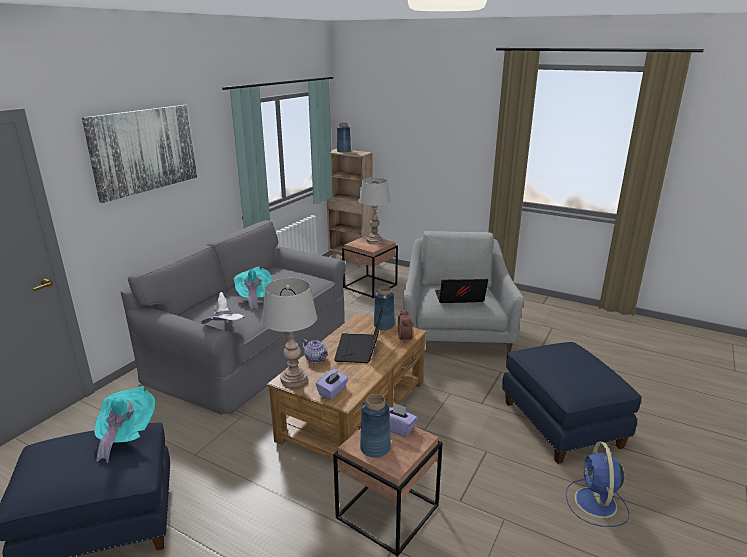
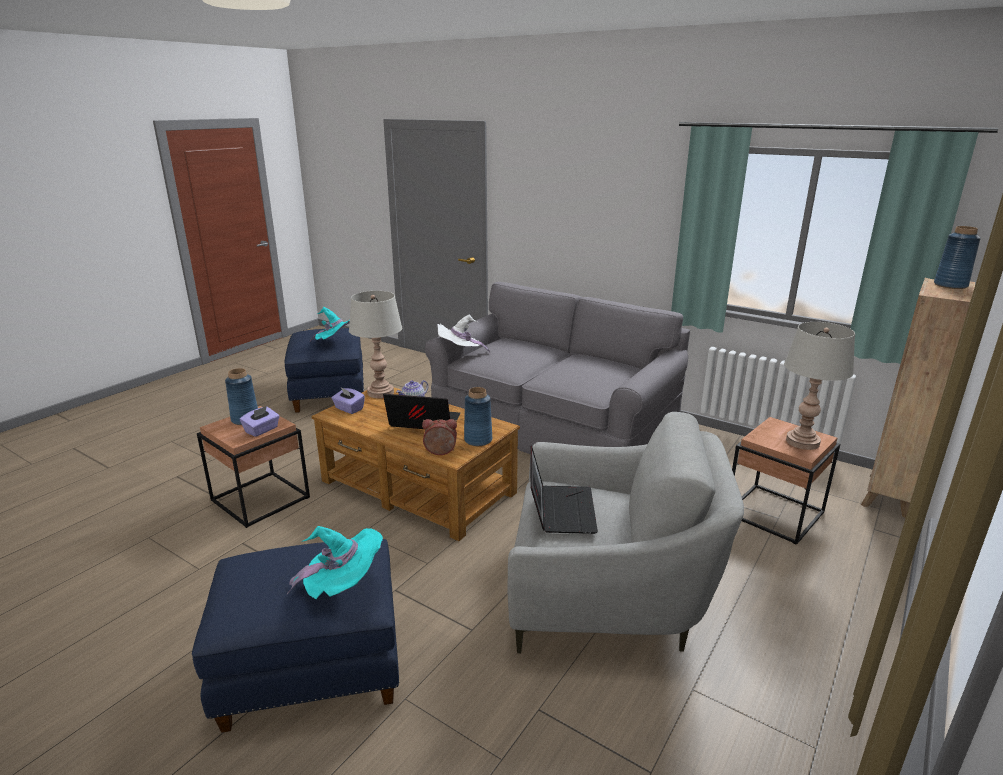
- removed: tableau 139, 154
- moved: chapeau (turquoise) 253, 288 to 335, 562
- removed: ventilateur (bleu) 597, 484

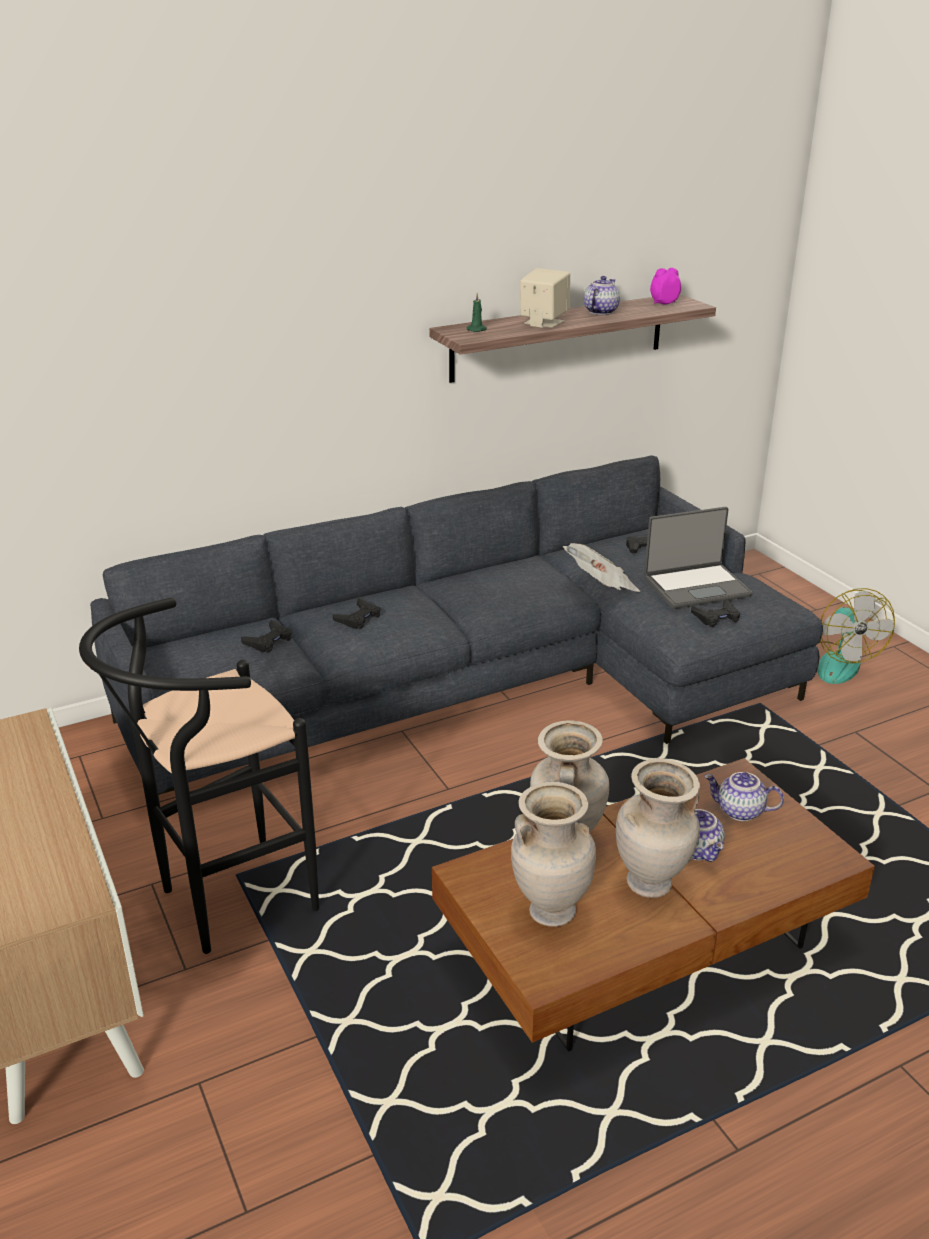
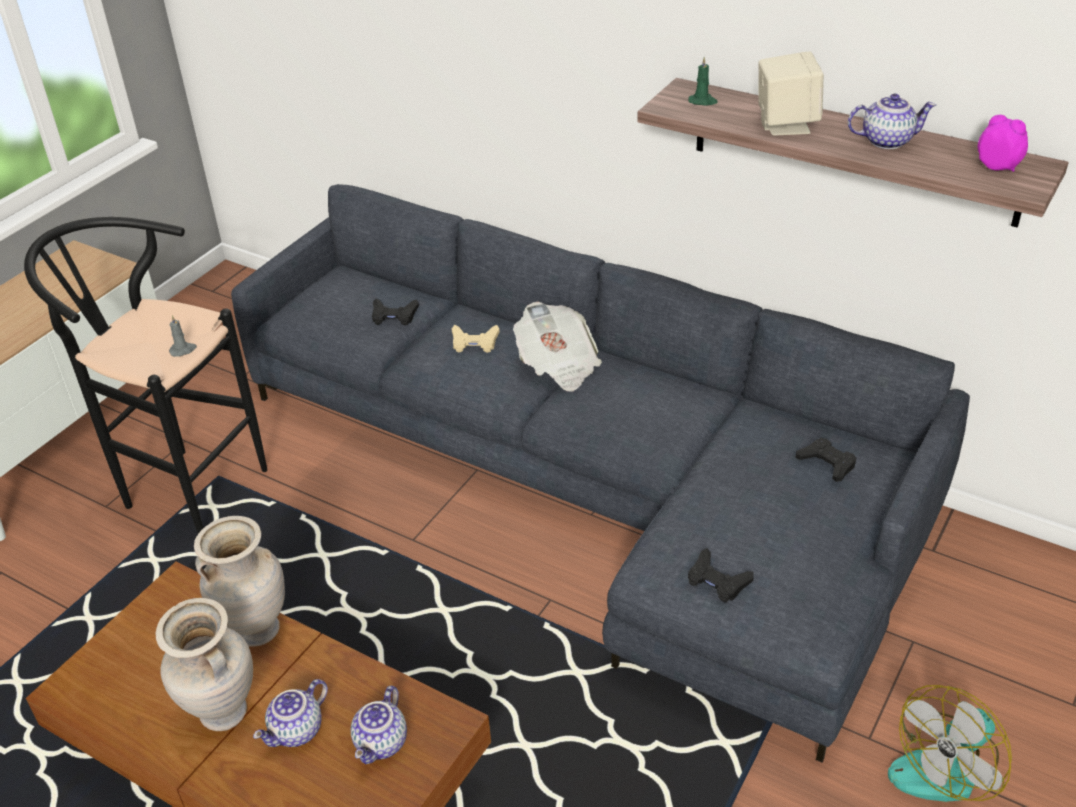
- removed: ordinateur portable 698, 558
- moved: journal 601, 567 to 557, 347
- recoloured: manette (noir) 357, 613 to manette (beige) 476, 339
- turned: théière 744, 796 = 379, 725 150 degrees counterclockwise
- removed: vase (beige) 553, 854
- added: bougie (gris) 183, 336

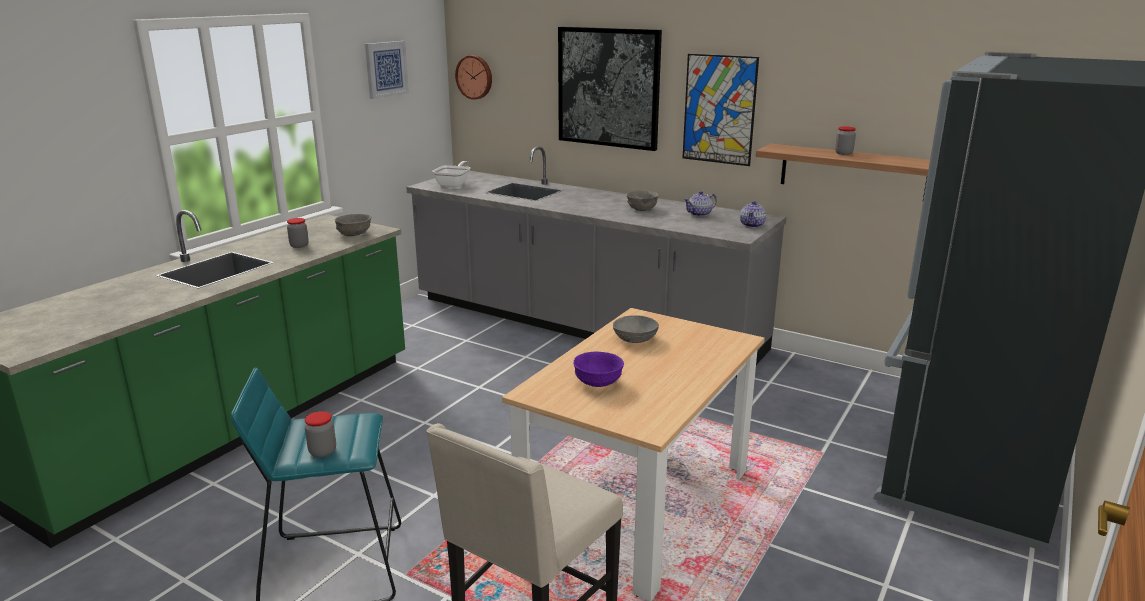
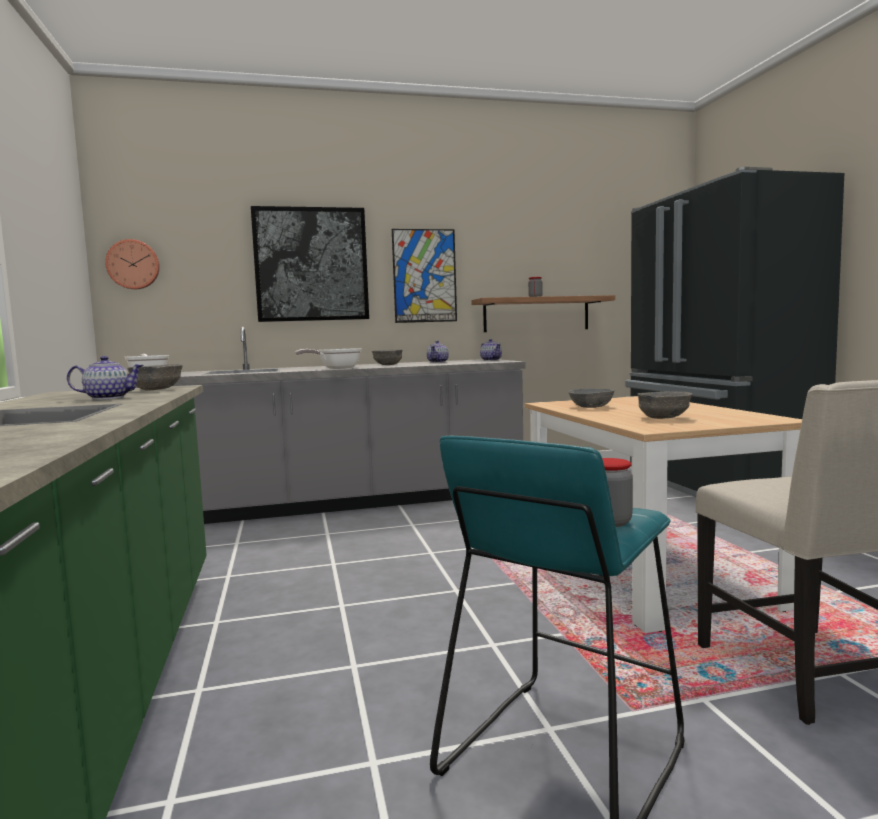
- removed: tableau 387, 70
- replaced: bocal 298, 233 to théière 105, 378
- recoloured: bol (violet) 598, 369 to bol (gris) 665, 405
- added: poêle 328, 359

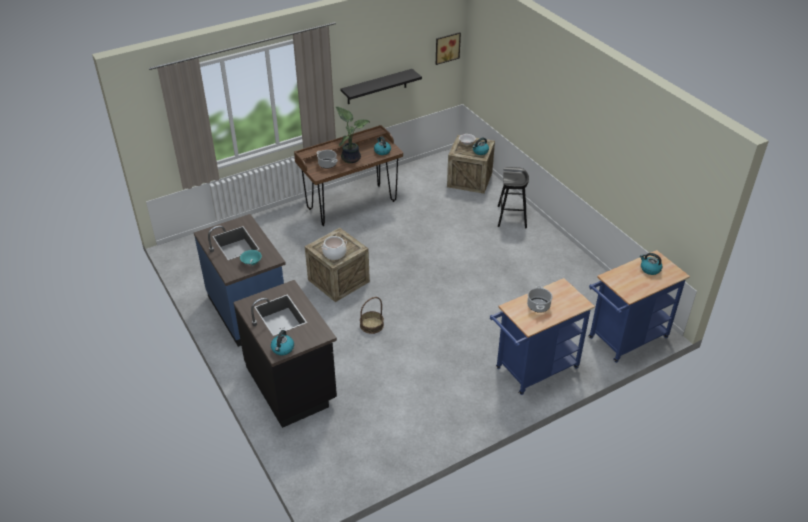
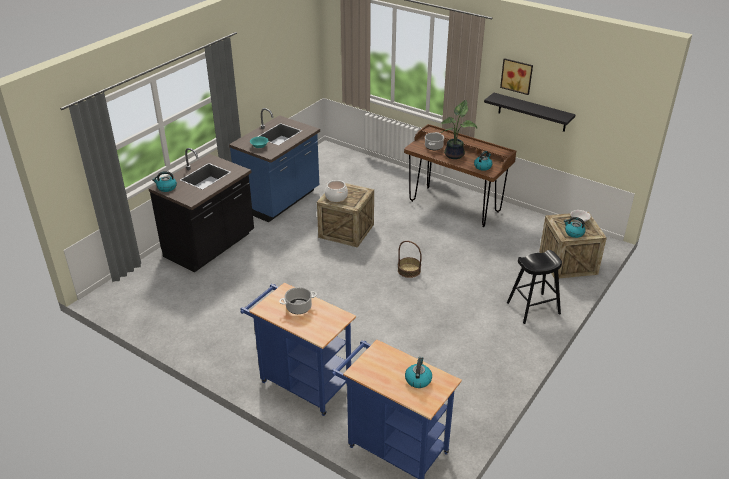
- moved: tableau 448, 48 to 516, 76
- moved: panier 372, 315 to 410, 259

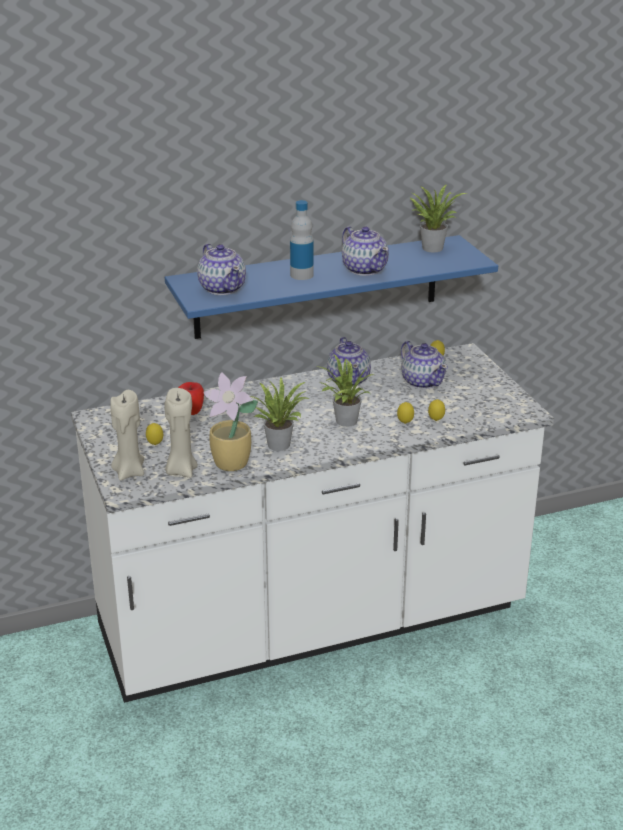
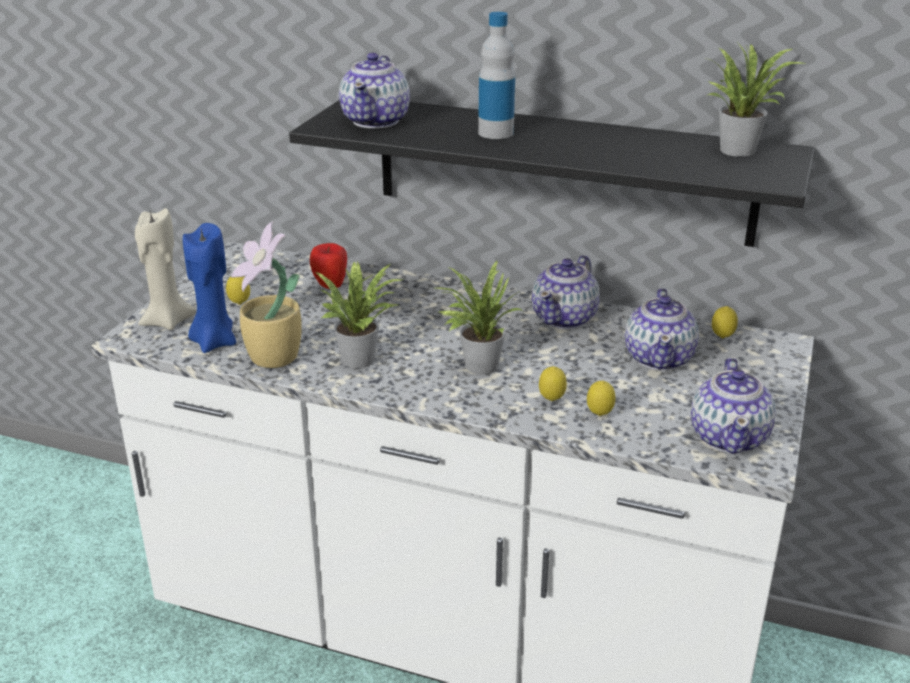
- moved: théière 365, 251 to 733, 406
- recoloured: étagère (bleu) 331, 287 to étagère (noir) 552, 173
- recoloured: bougie (beige) 181, 433 to bougie (bleu) 209, 288

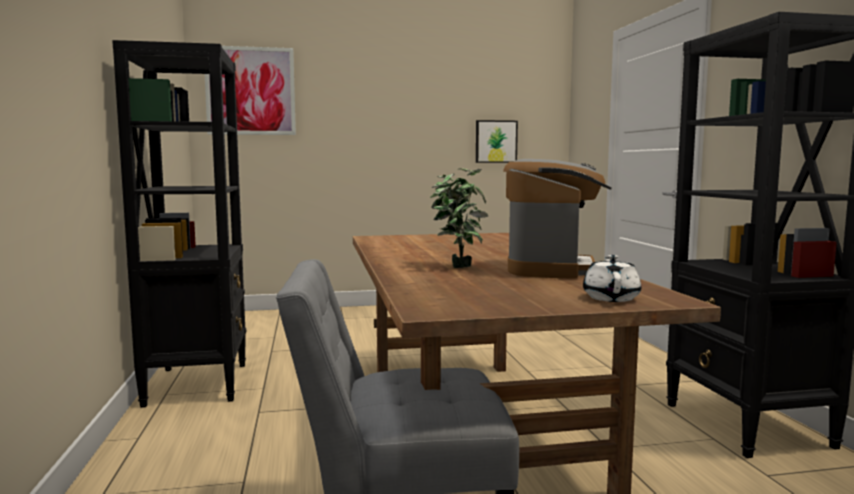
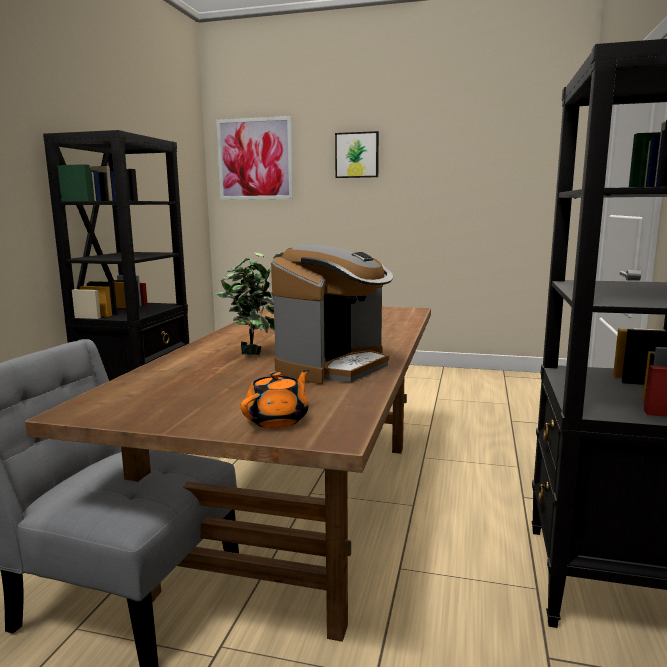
- moved: tableau 497, 141 to 357, 154
- recoloured: théière (blanc) 612, 278 to théière (orange) 275, 399

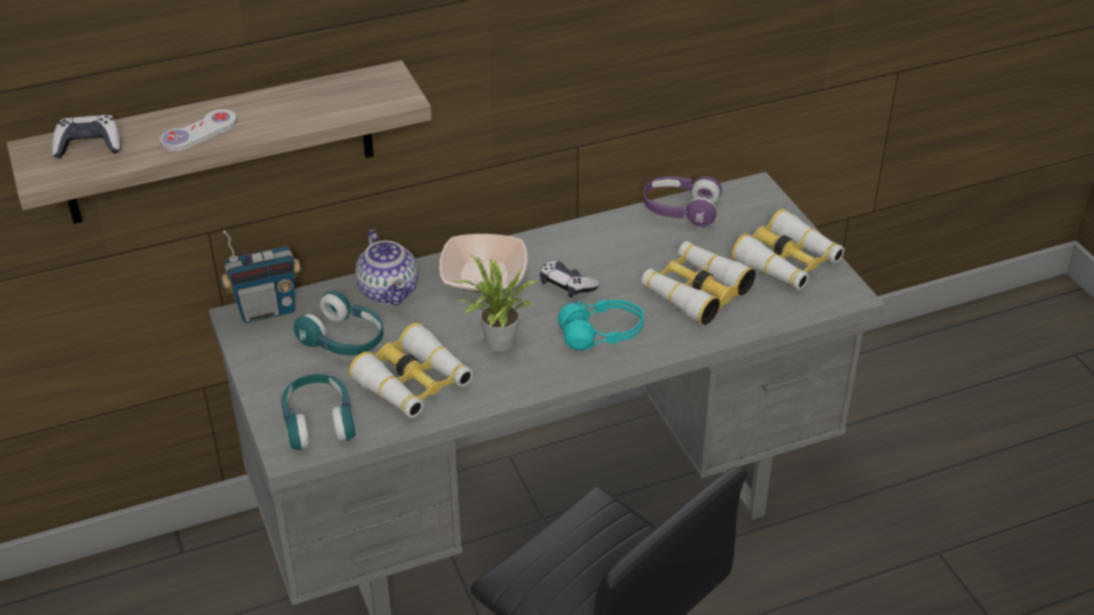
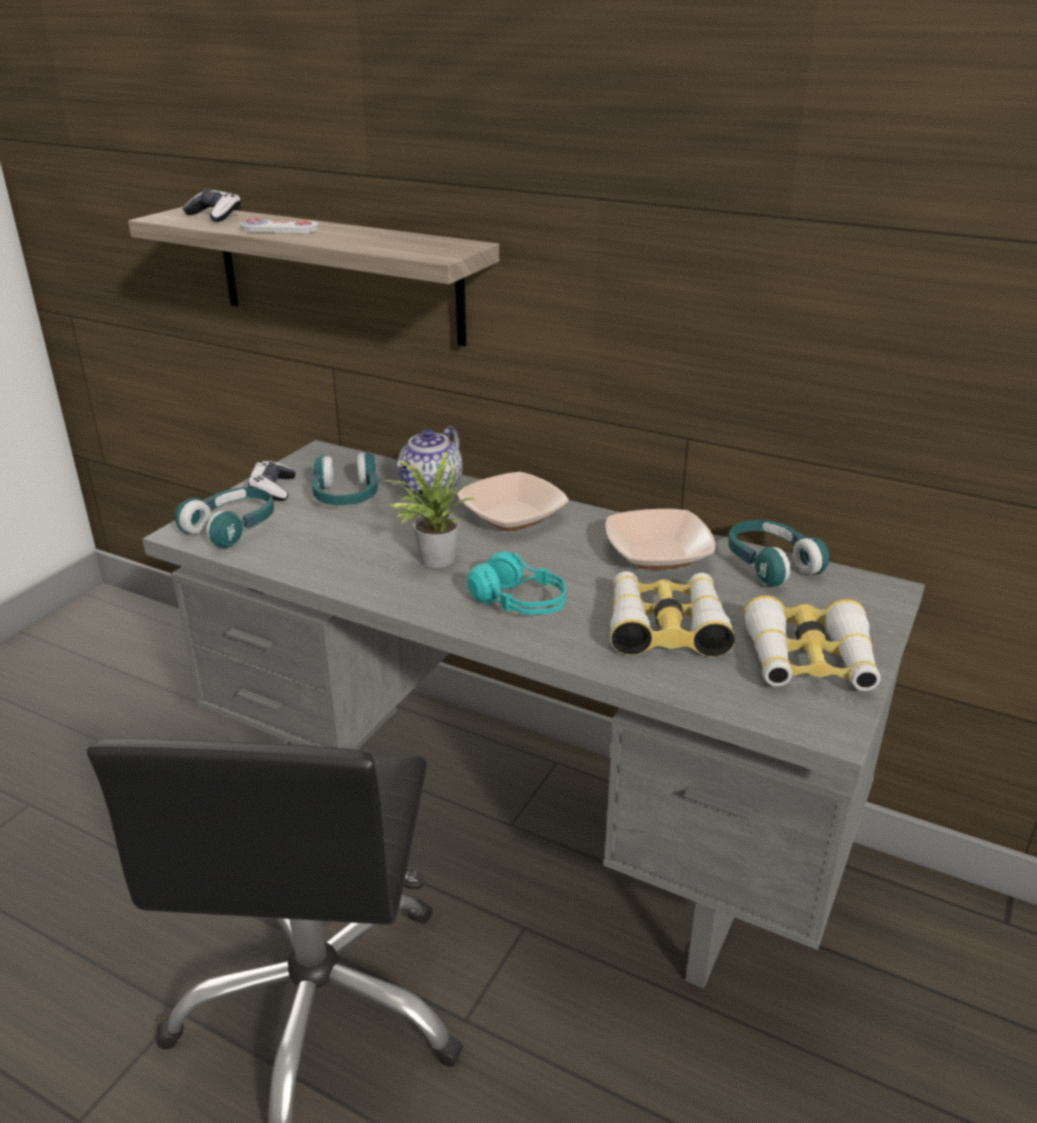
- recoloured: casque audio (violet) 682, 201 to casque audio (turquoise) 779, 553
- removed: radio 261, 276
- moved: manette 570, 279 to 272, 480
- removed: jumelles 411, 370
- added: bol 660, 539

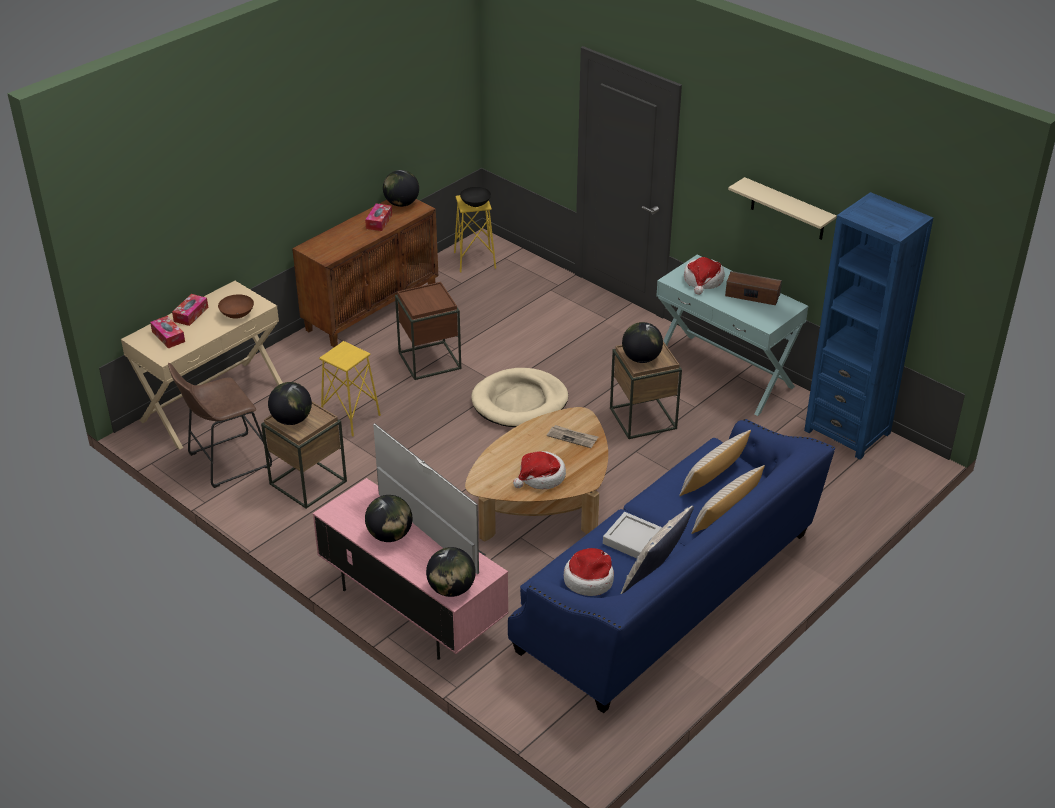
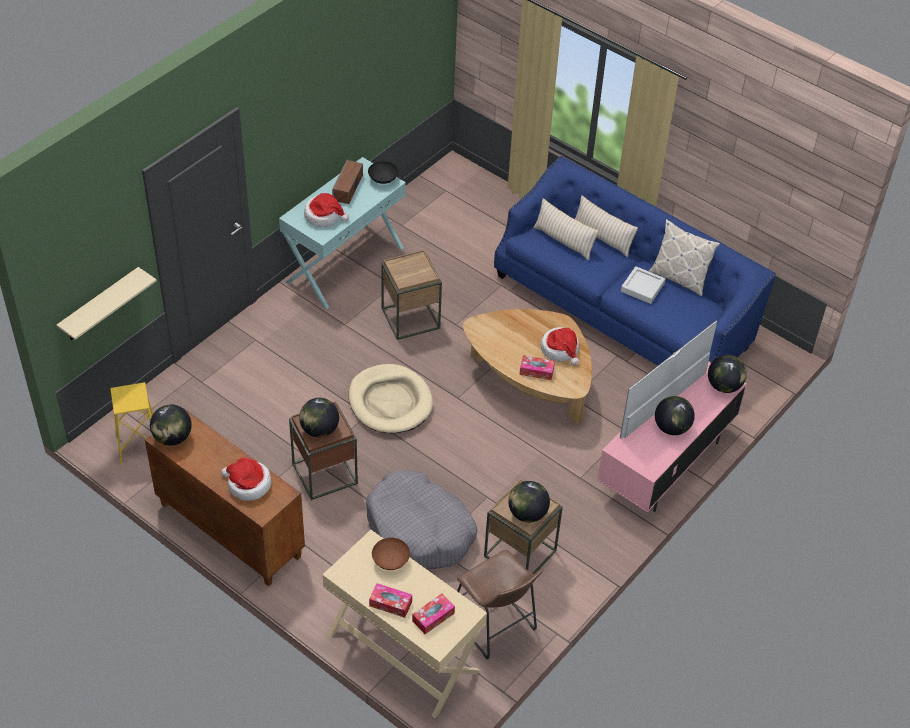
- moved: étagère (beige) 782, 208 to 107, 303
- moved: bol (noir) 475, 197 to 383, 172
- removed: bibliothèque (bleu) 868, 326
- moved: boîte à mouchoirs 378, 217 to 537, 367
- moved: globe 642, 342 to 319, 417
- replaced: tabouret (jaune) 350, 389 to panier pour chien (gris) 422, 519
- removed: journal 572, 436
- moved: chapeau 589, 572 to 246, 479

